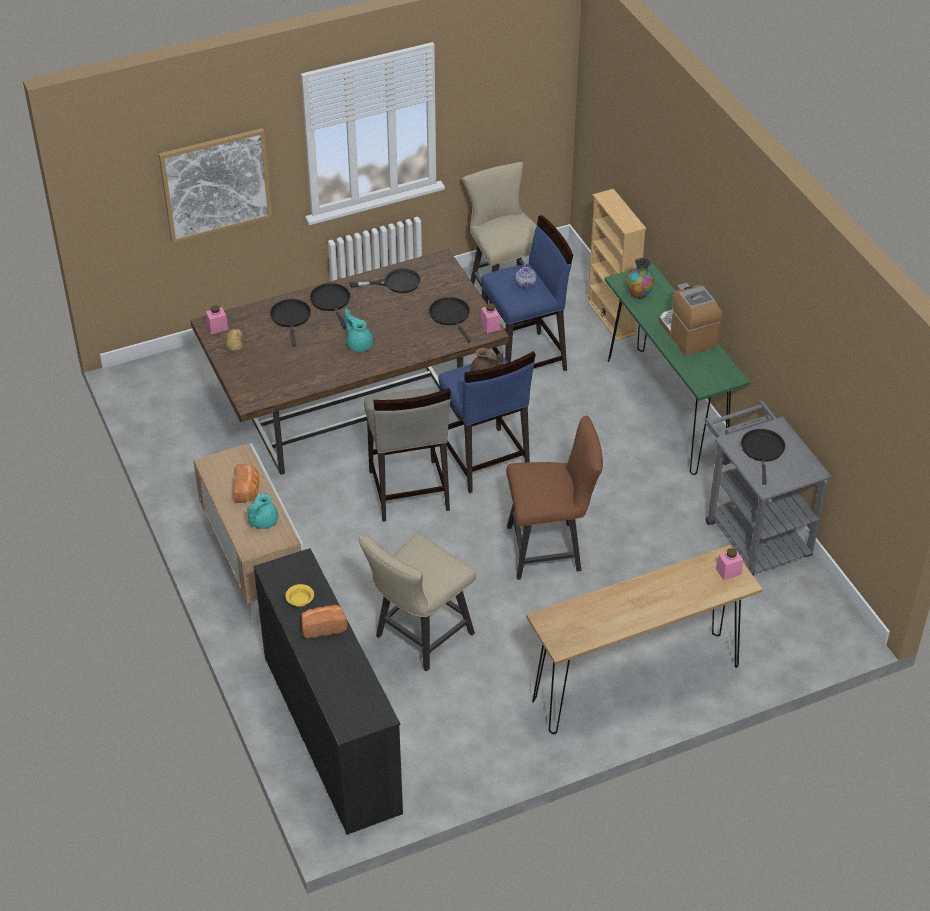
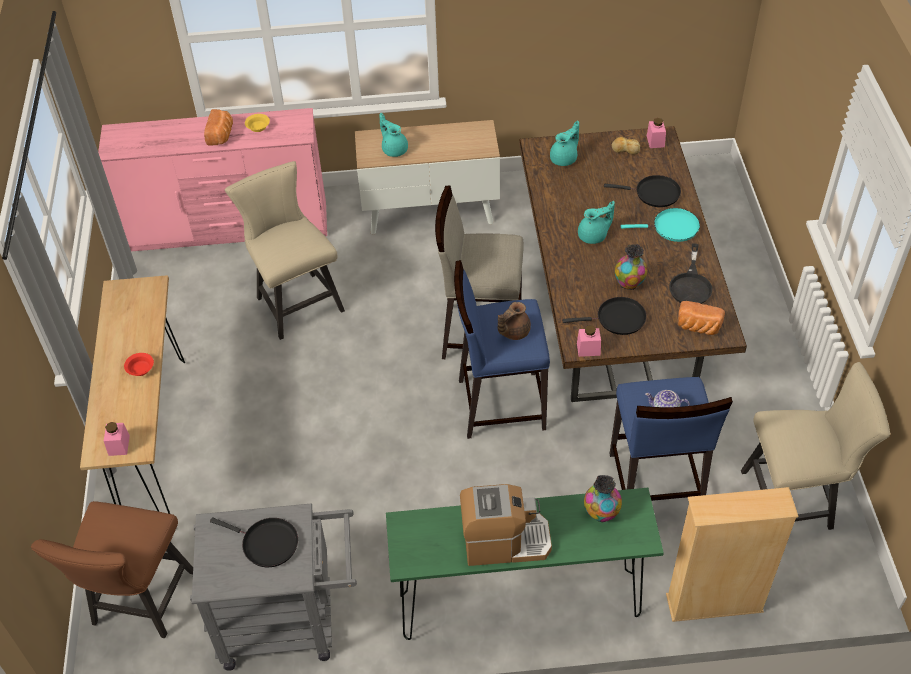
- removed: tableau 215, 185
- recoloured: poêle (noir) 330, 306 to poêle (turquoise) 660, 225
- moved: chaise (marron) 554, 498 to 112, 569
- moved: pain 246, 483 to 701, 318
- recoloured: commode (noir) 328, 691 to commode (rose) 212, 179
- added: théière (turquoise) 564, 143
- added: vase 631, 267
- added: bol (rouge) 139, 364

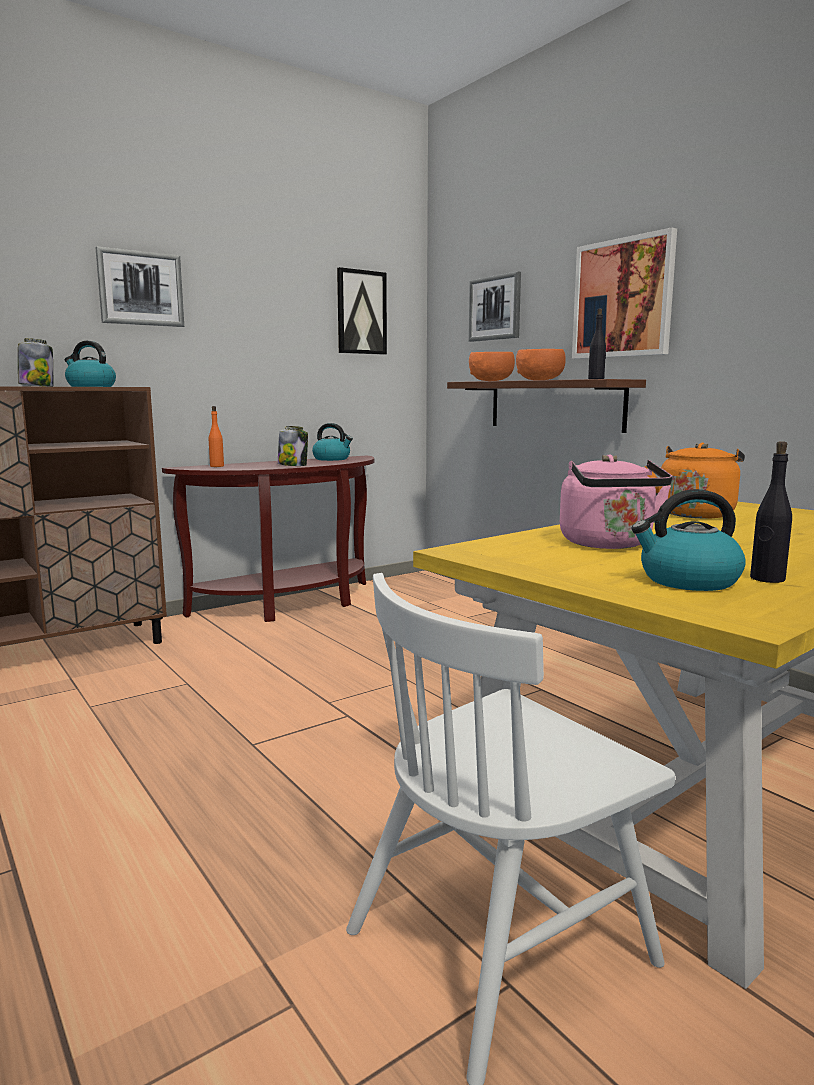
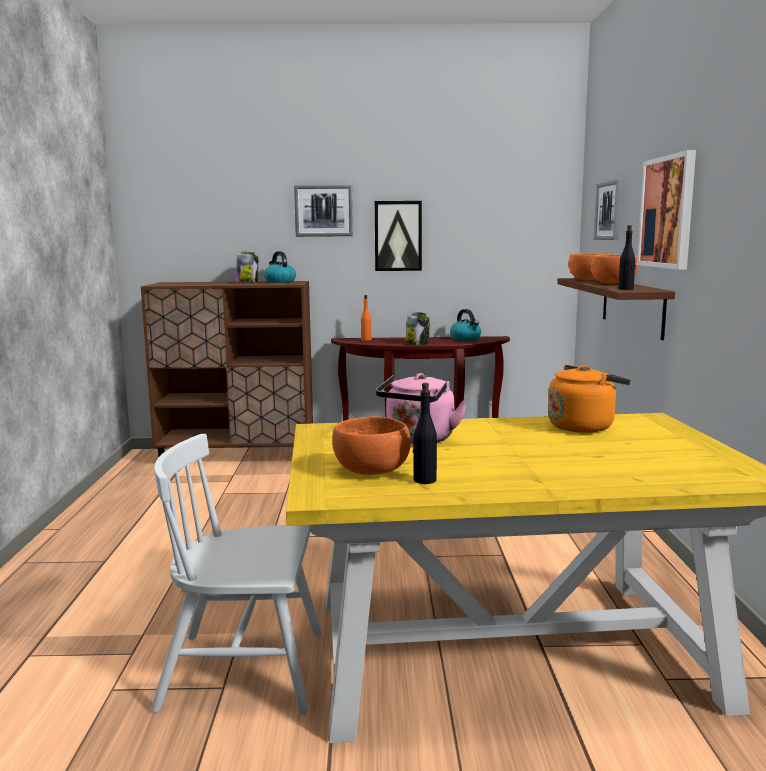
- moved: tableau 362, 311 to 398, 236
- replaced: bouilloire 688, 540 to bol (orange) 371, 446

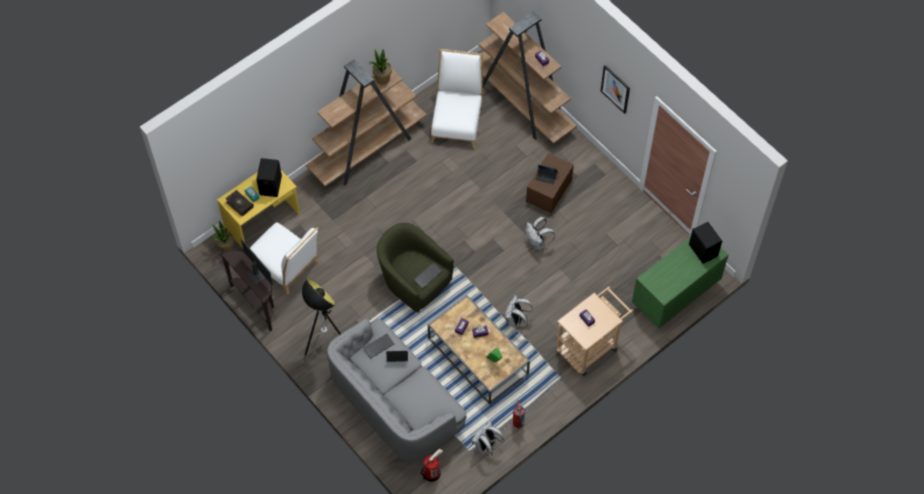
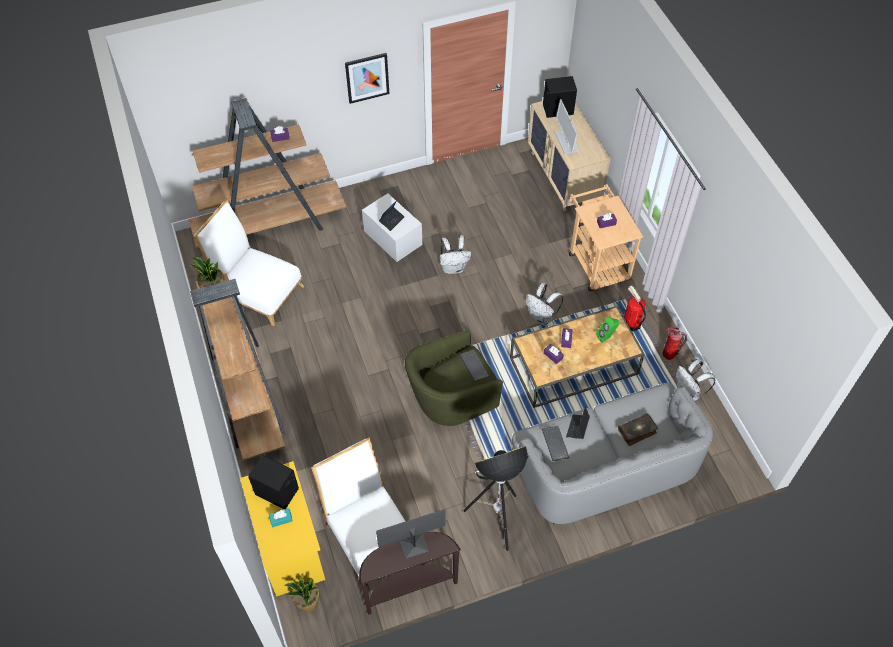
- recoloured: boîte de rangement (marron) 550, 183 to boîte de rangement (blanc) 392, 227
- moved: livre 240, 203 to 638, 429
- turned: chaise (blanc) 284, 258 = 358, 512 90 degrees counterclockwise
- recoloured: commode (vert) 680, 282 to commode (beige) 569, 156
- moved: extincteur 432, 465 to 635, 308
- added: écran d'ordinateur 567, 126

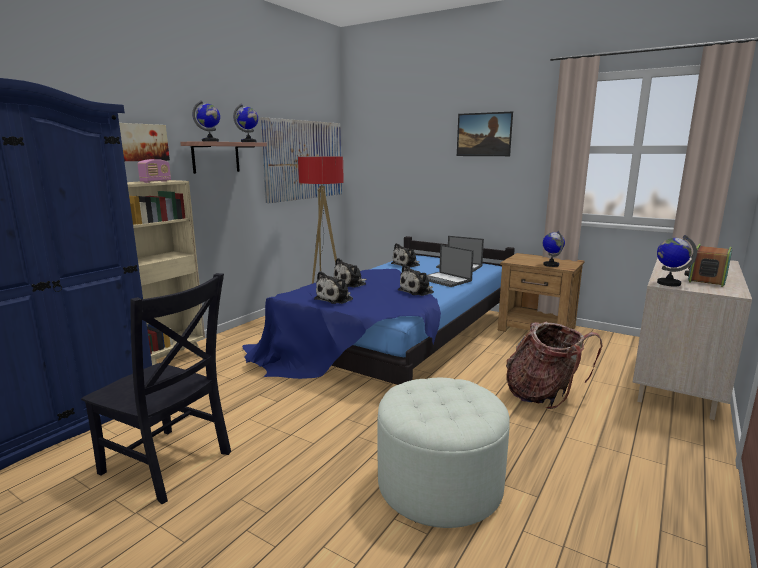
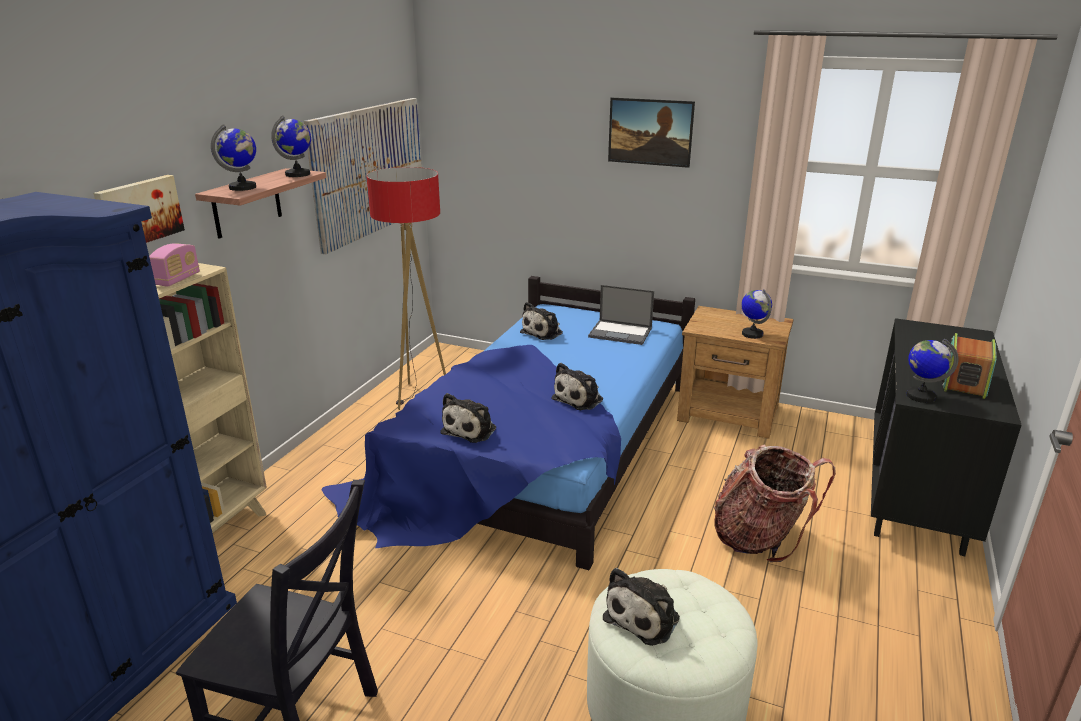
- removed: ordinateur portable 450, 266
- recoloured: commode (beige) 692, 338 to commode (noir) 946, 437
- moved: peluche 350, 273 to 641, 607

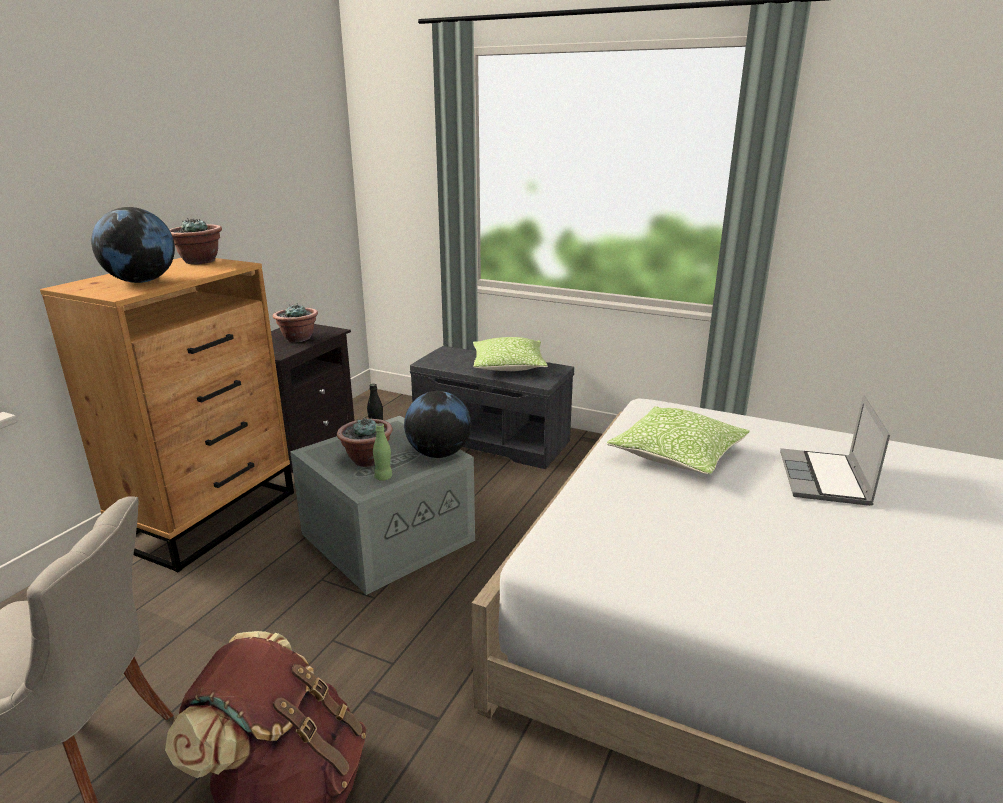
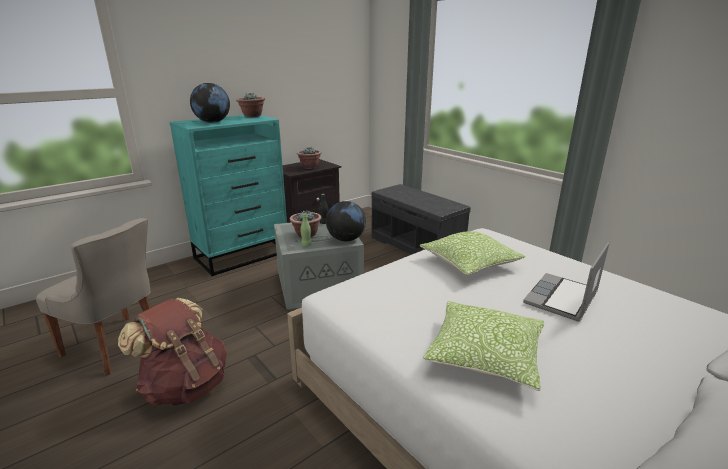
- recoloured: commode (marron) 167, 415 to commode (turquoise) 228, 195
- moved: coussin 510, 354 to 483, 346

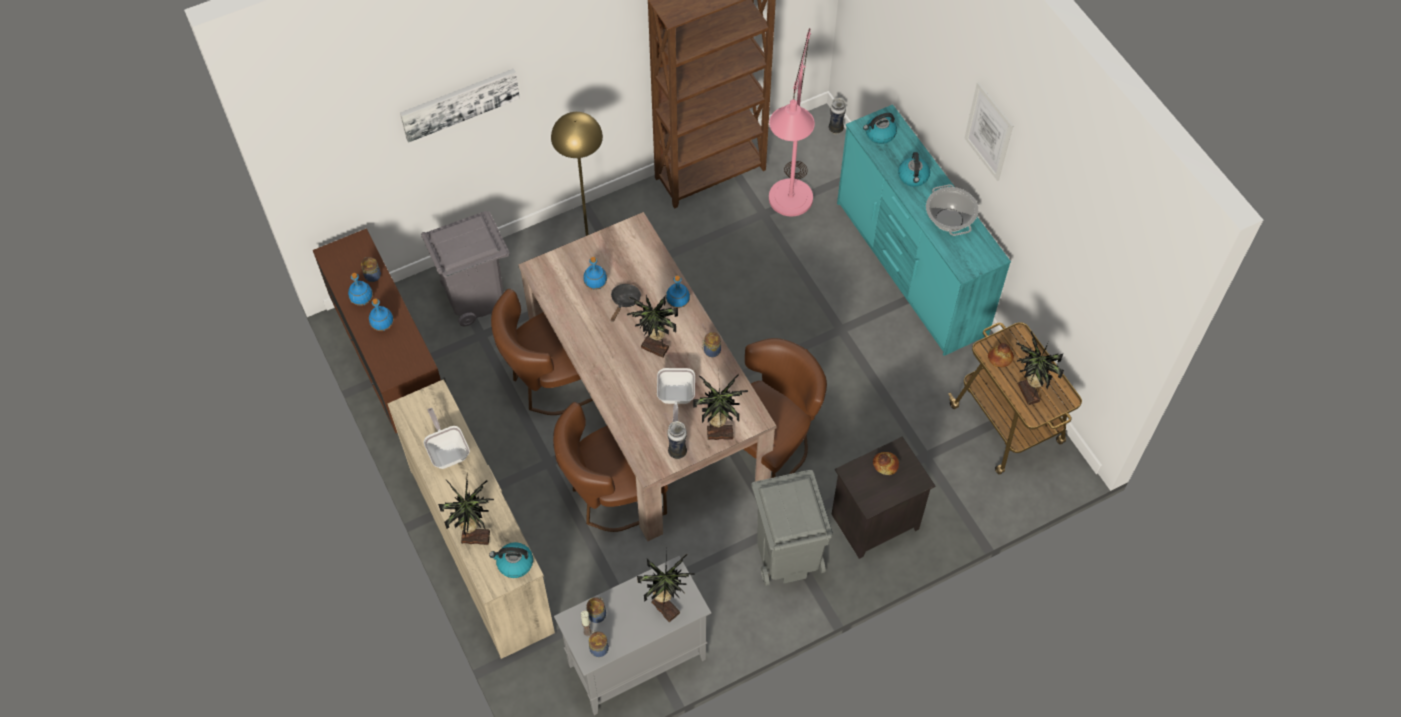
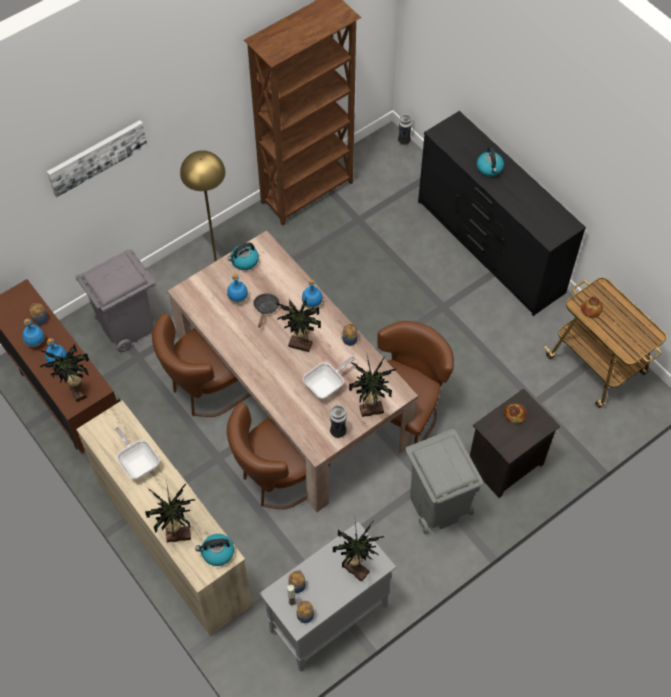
- removed: lampadaire (rose) 792, 122
- removed: tableau 989, 131
- recoloured: commode (turquoise) 924, 230 to commode (noir) 502, 213
- moved: bouilloire 880, 128 to 243, 256
- removed: marmite 952, 210
- moved: plante en pot 1040, 368 to 64, 373
- turned: poêle 676, 395 = 329, 377 120 degrees counterclockwise

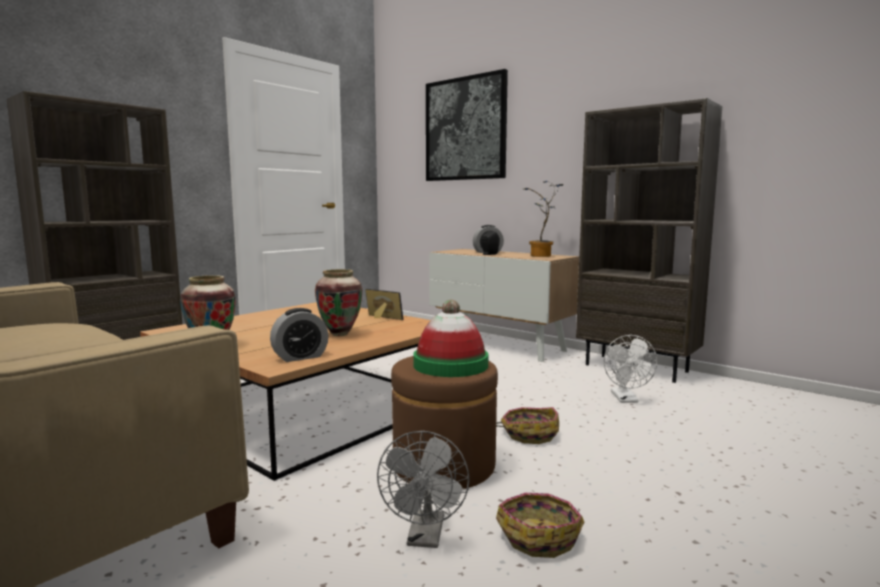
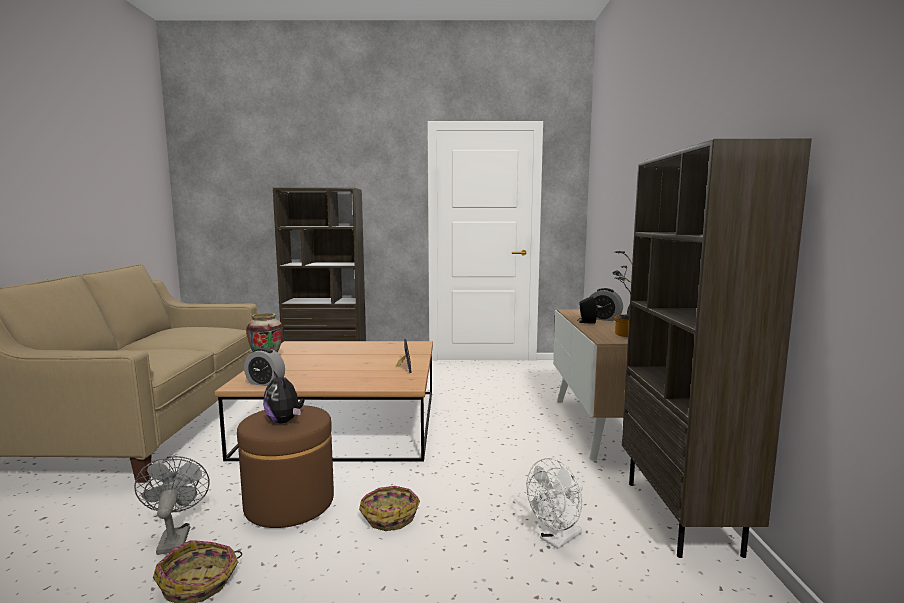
- removed: tableau 467, 125
- removed: vase 338, 302
- replaced: chapeau 450, 338 to peluche 283, 397
- turned: ventilateur (gris) 423, 489 = 172, 505 105 degrees clockwise

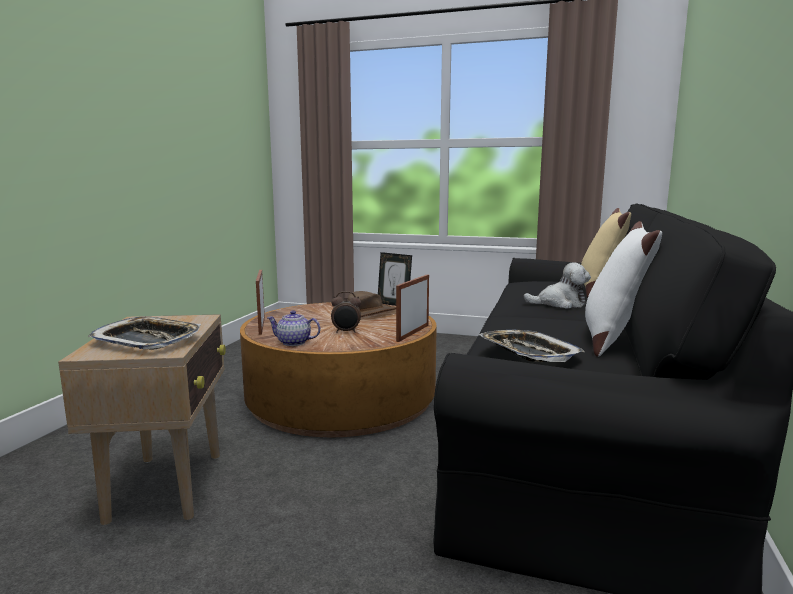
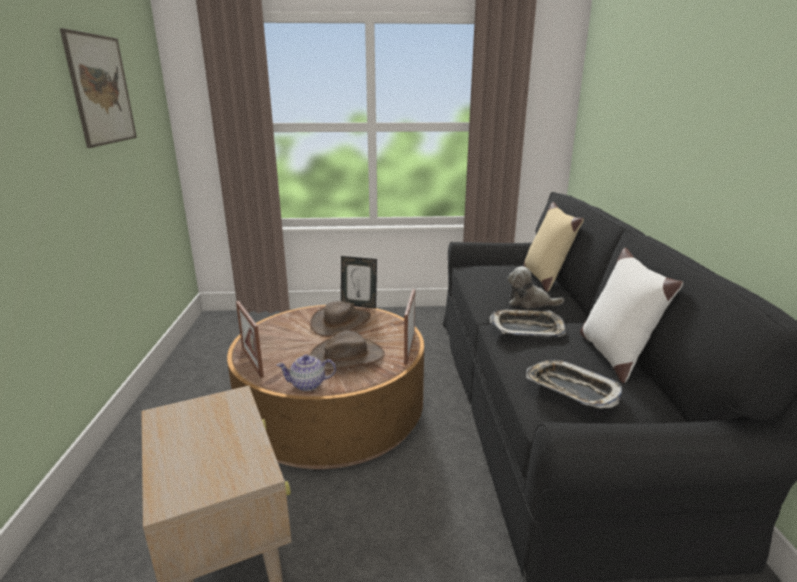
- turned: peluche 557, 285 = 535, 287 150 degrees counterclockwise
- replaced: réveil 346, 312 to chapeau (marron) 347, 350
- moved: plateau 144, 333 to 528, 323
- added: tableau 98, 88

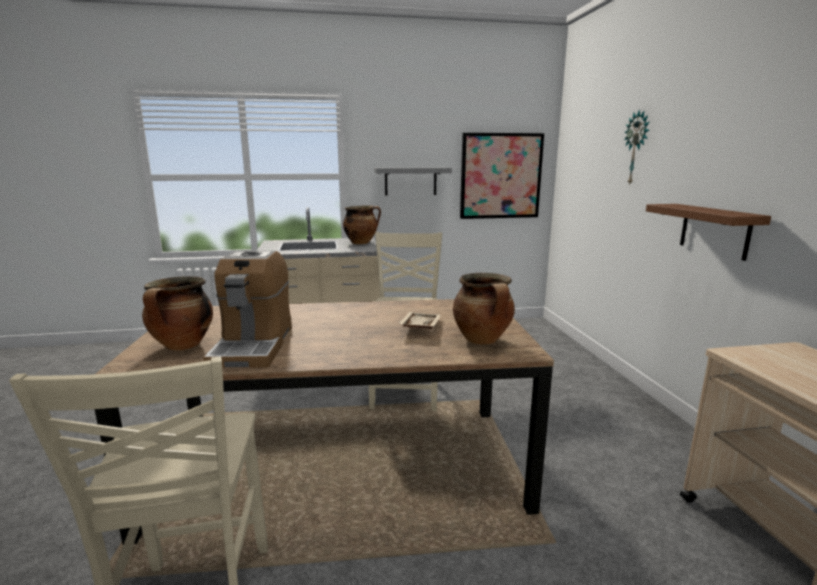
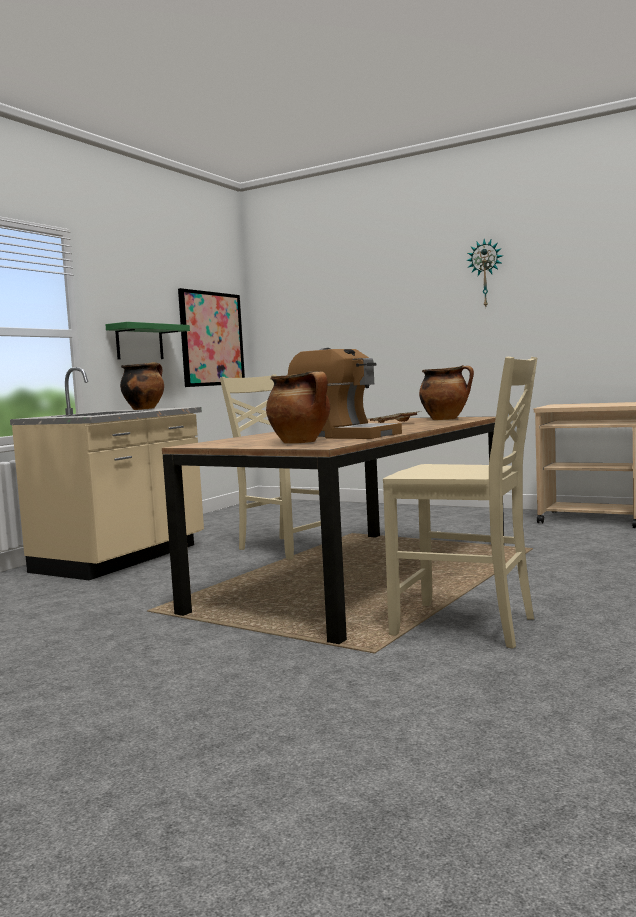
- moved: horloge murale 636, 147 to 484, 273
- recoloured: étagère (gris) 413, 182 to étagère (vert) 147, 340
- removed: étagère (marron) 708, 232

